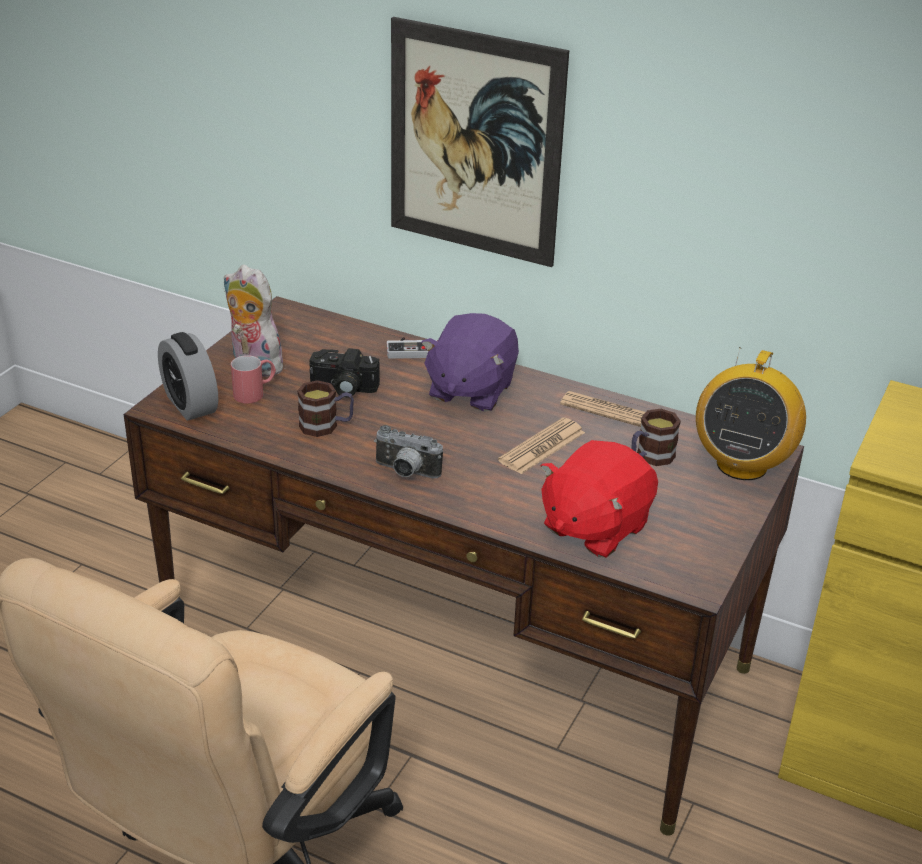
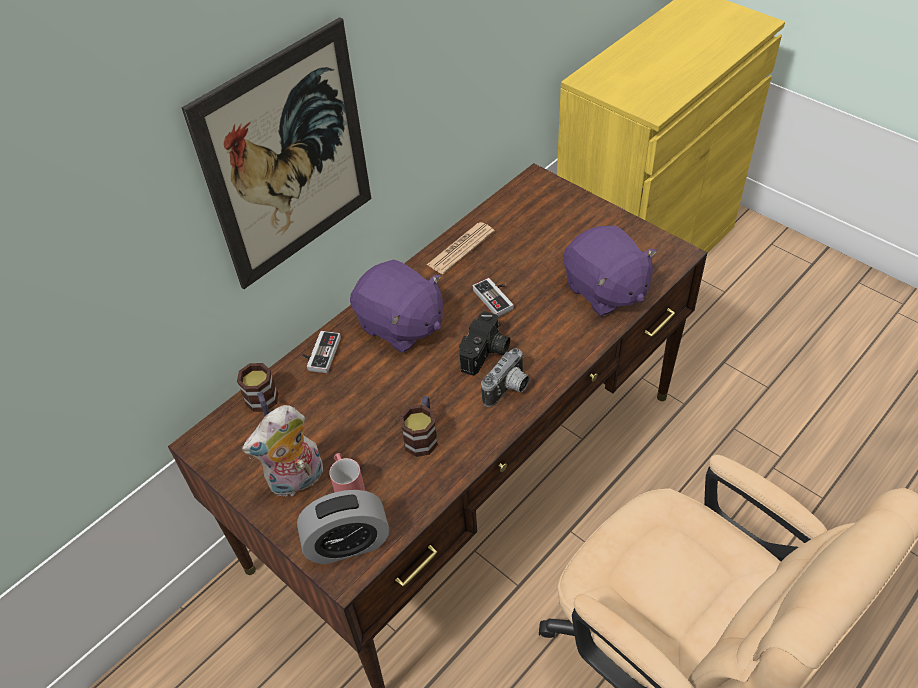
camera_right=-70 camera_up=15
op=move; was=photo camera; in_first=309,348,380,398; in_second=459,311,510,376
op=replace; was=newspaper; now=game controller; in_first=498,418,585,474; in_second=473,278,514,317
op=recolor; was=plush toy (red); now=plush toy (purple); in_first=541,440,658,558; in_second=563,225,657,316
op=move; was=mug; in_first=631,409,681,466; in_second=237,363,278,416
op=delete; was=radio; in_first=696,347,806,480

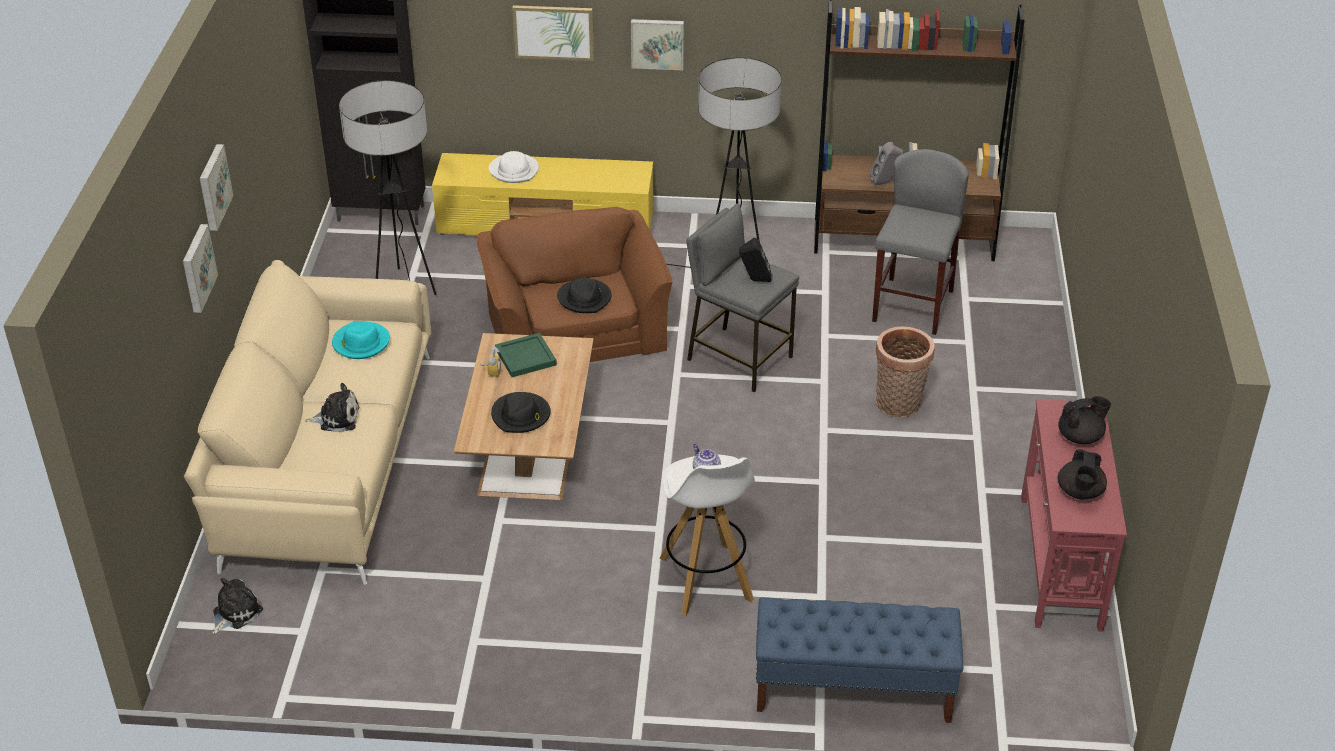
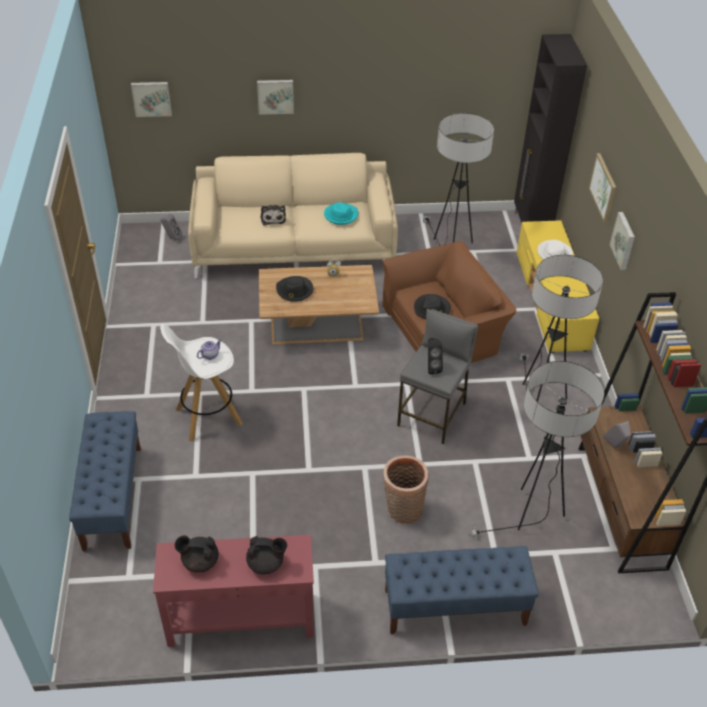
camera_right=80 camera_up=5
op=move; was=picture; in_first=200,144,233,231; in_second=131,82,172,117
op=replace; was=plush toy; now=speaker (grey); in_first=212,578,263,634; in_second=160,213,182,241
op=delete; was=tray (green); in_first=495,333,557,377
op=replace; was=stool (grey); now=floor lamp; in_first=872,149,969,335; in_second=469,361,604,540
op=rotate; was=teapot (black); in_first=1058,396,1111,444; in_second=246,536,287,574; clockwise=-60
op=insert; now=bench (blue); in_second=385,546,539,634

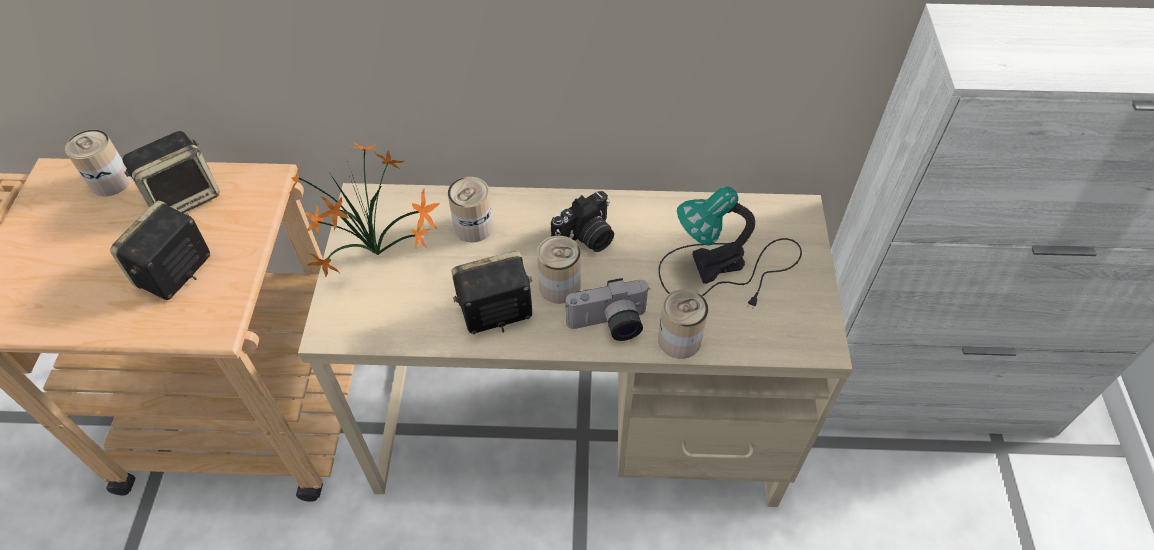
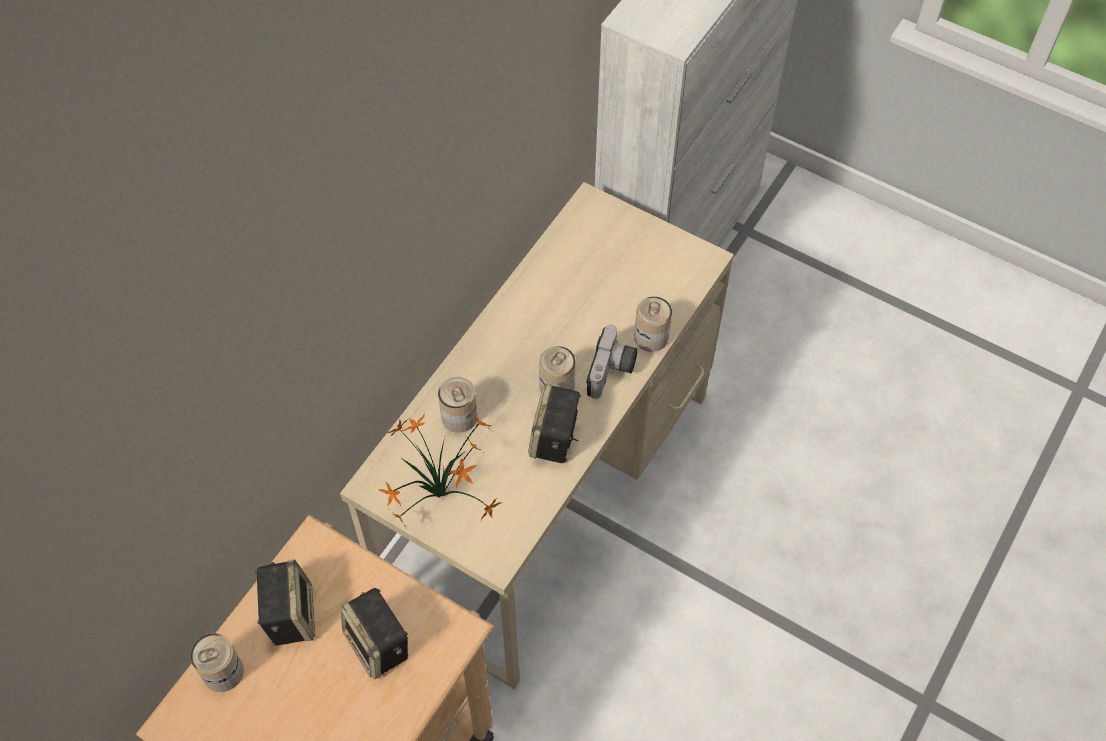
camera_right=-60 camera_up=5
op=delete; was=photo camera; in_first=551,191,614,252
op=delete; was=table lamp; in_first=659,186,802,310

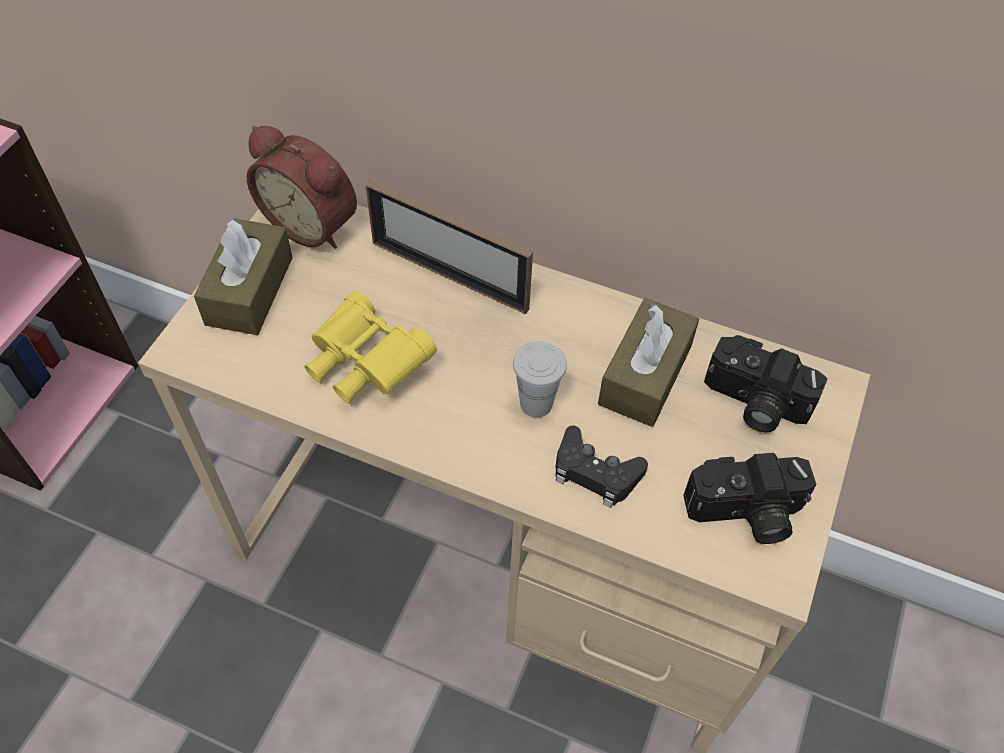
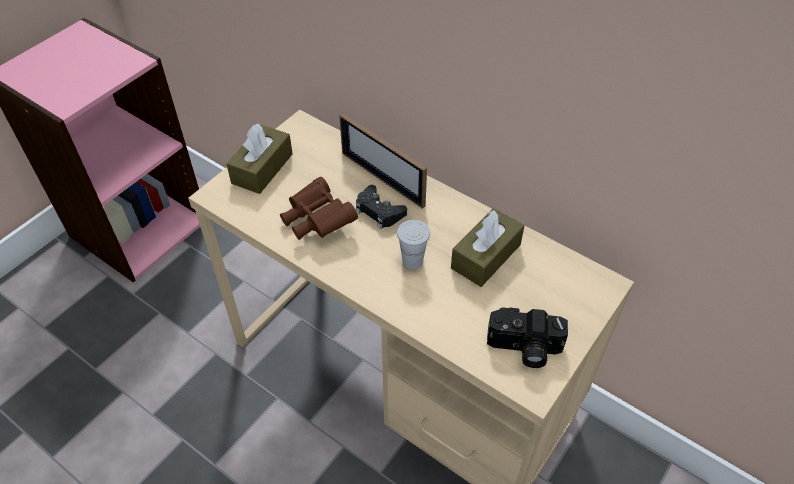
camera_right=15 camera_up=-5
op=delete; was=alarm clock; in_first=246,125,357,249
op=recolor; was=binoculars (yellow); now=binoculars (brown); in_first=304,291,437,404; in_second=280,177,358,240
op=move; was=game controller (black); in_first=555,426,648,508; in_second=356,185,407,229
op=delete; was=photo camera; in_first=704,335,828,432

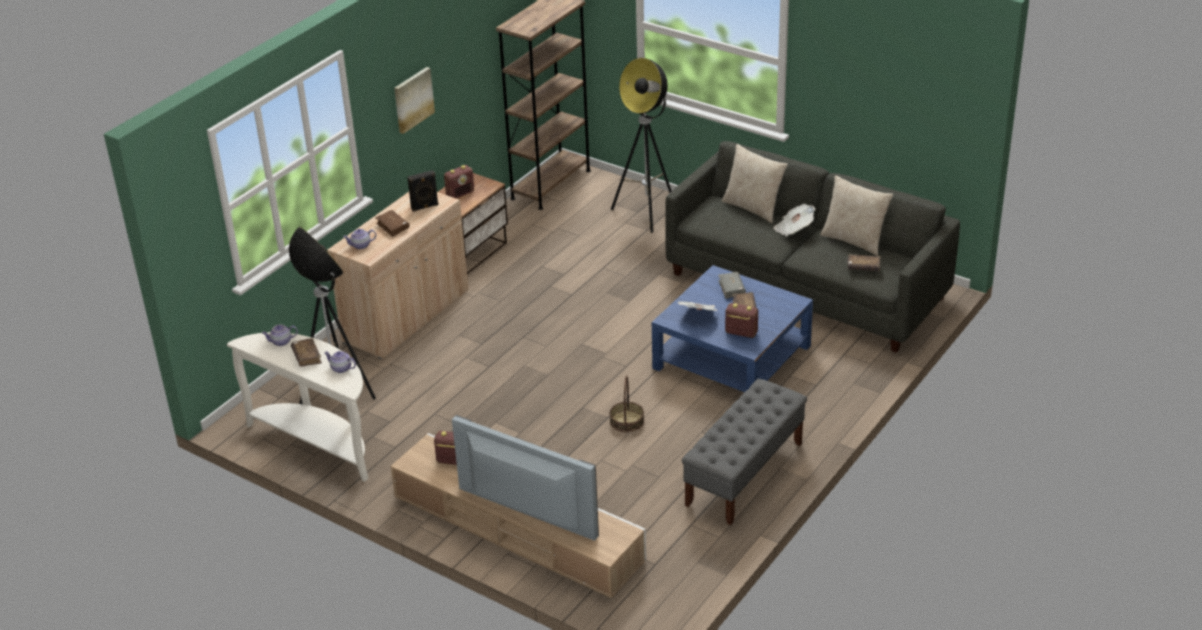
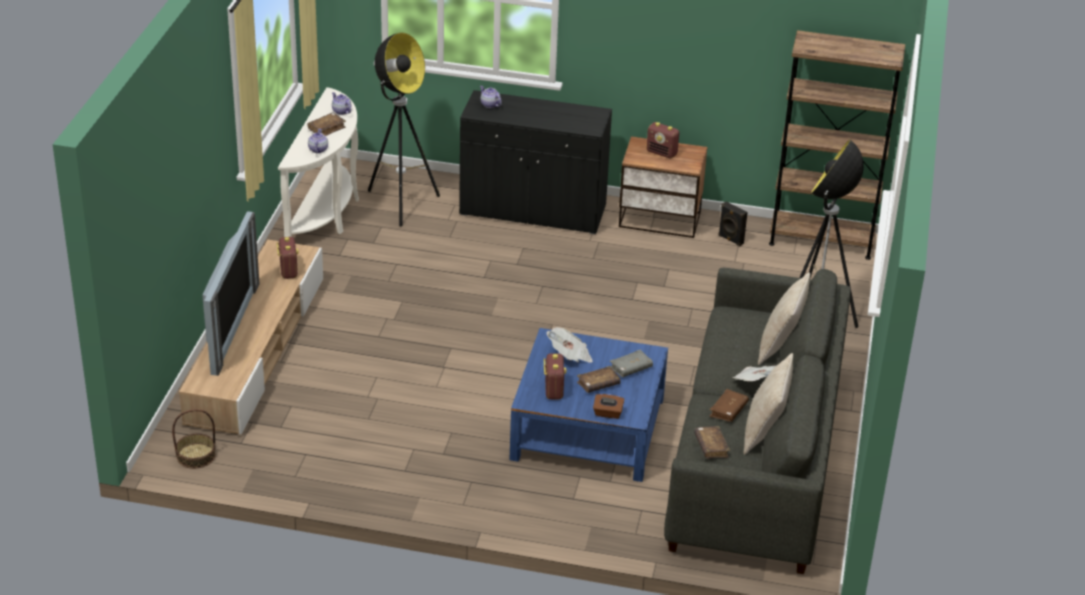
camera_right=65 camera_up=0
op=recolor; was=cabinet (beige); now=cabinet (black); in_first=327,192,468,359; in_second=459,90,612,234
op=move; was=book (brown); in_first=375,210,410,237; in_second=710,389,749,422
op=delete; was=picture; in_first=394,67,435,134
op=move; was=speaker (black); in_first=407,170,439,212; in_second=718,201,747,246
op=move; was=basket; in_first=610,376,644,433; in_second=172,409,216,469
op=delete; was=bench (grey); in_first=682,379,807,525
op=insert; now=tissue box (brown); in_second=593,394,624,419

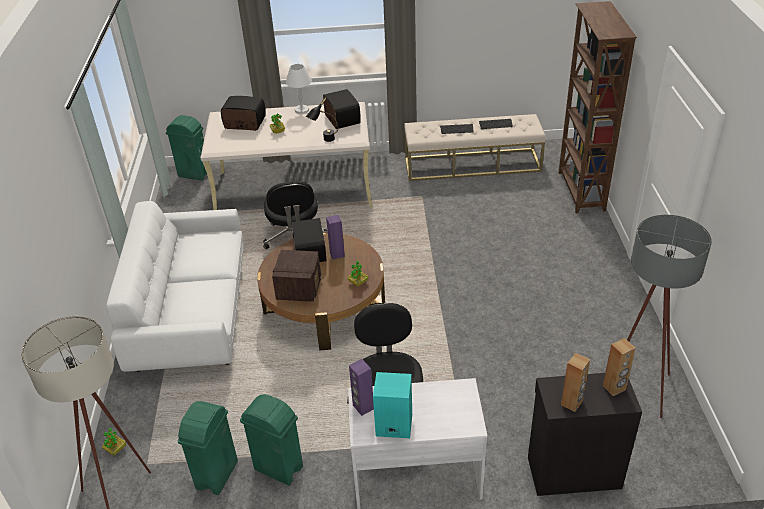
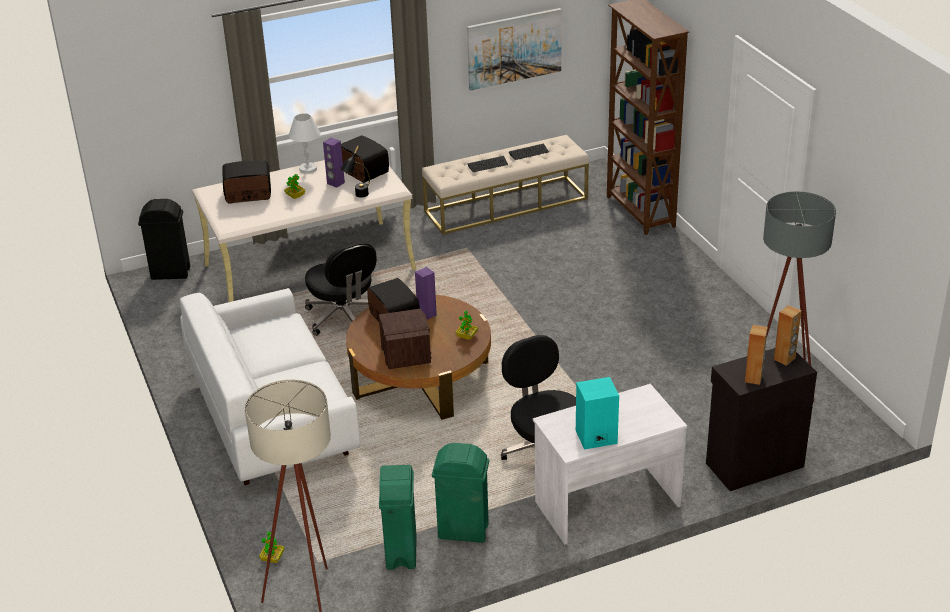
camera_right=-20 camera_up=-5
op=recolor; was=trash can (green); now=trash can (black); in_first=166,115,207,181; in_second=138,199,190,280
op=move; was=speaker (purple); in_first=349,359,374,416; in_second=323,138,345,188
op=insert; now=picture; in_second=467,8,562,90

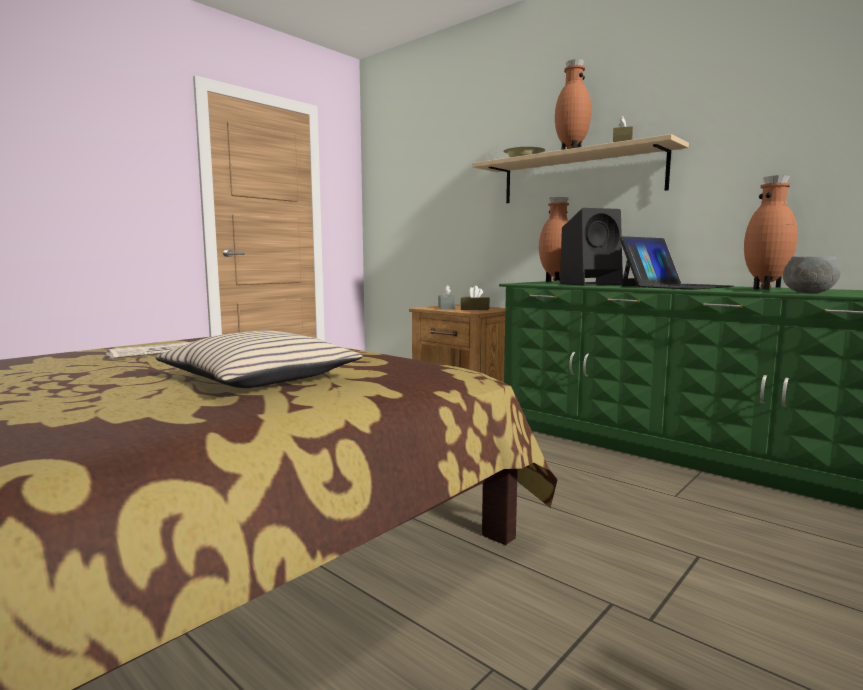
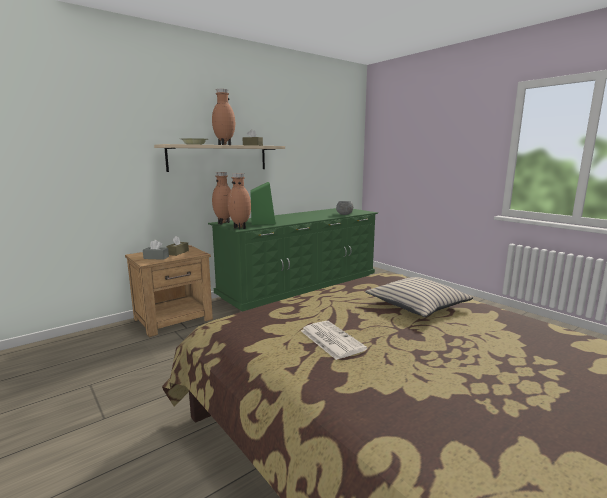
camera_right=-80 camera_up=5
op=recolor; was=speaker (black); now=speaker (green); in_first=560,208,623,286; in_second=250,182,276,225
op=delete; was=laptop; in_first=620,236,734,290
op=move; was=vase (brown); in_first=744,175,798,290; in_second=228,173,251,229

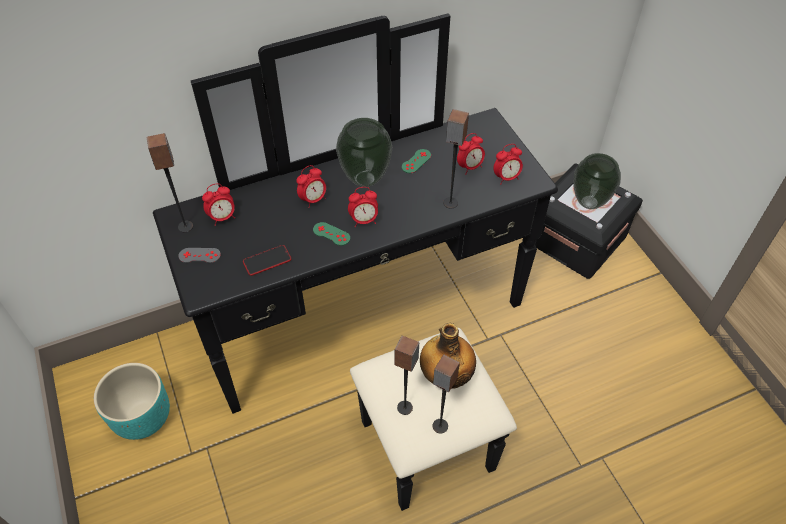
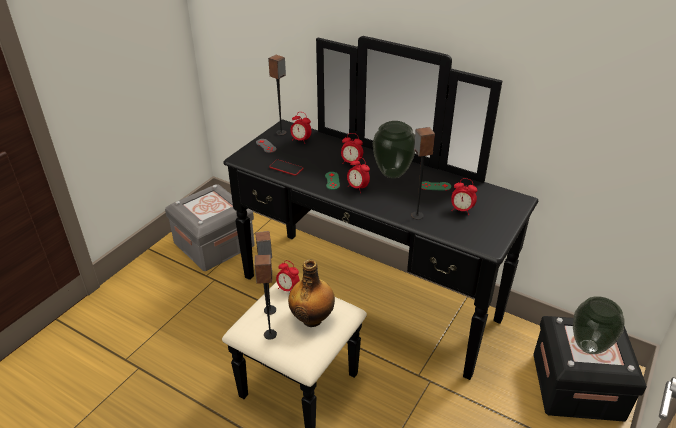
camera_right=55 camera_up=-15
op=replace; was=planter (turquoise); now=storage box (grey); in_first=94,363,170,440; in_second=165,184,255,271
op=move; was=alarm clock; in_first=493,144,523,185; in_second=276,260,300,291

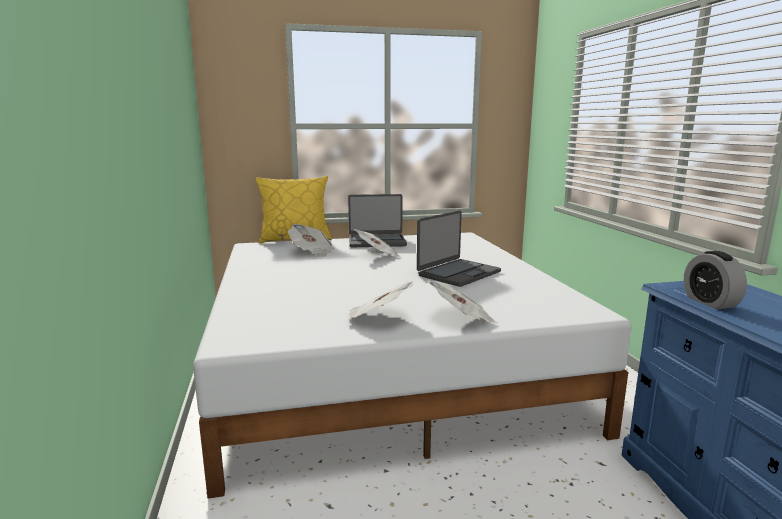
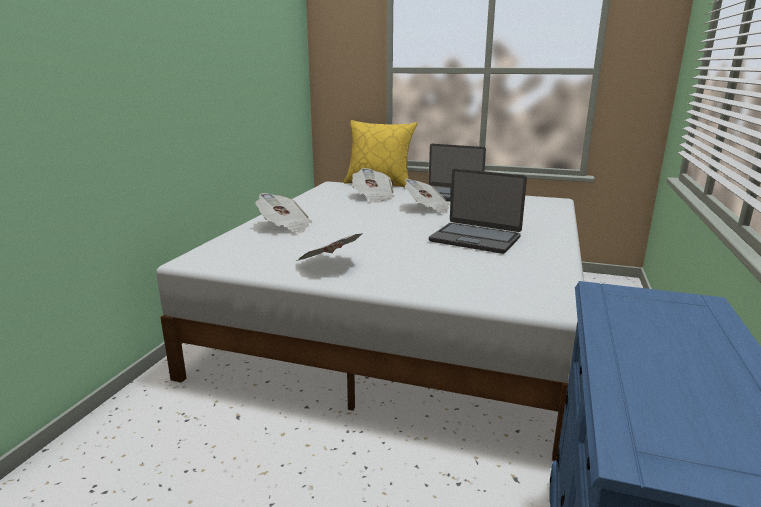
camera_right=30 camera_up=5
op=rotate; was=laptop; in_first=417,211,501,287; in_second=429,169,527,254; clockwise=45
op=move; was=newspaper; in_first=427,281,498,324; in_second=255,193,312,233
op=delete; was=alarm clock; in_first=684,251,747,309

